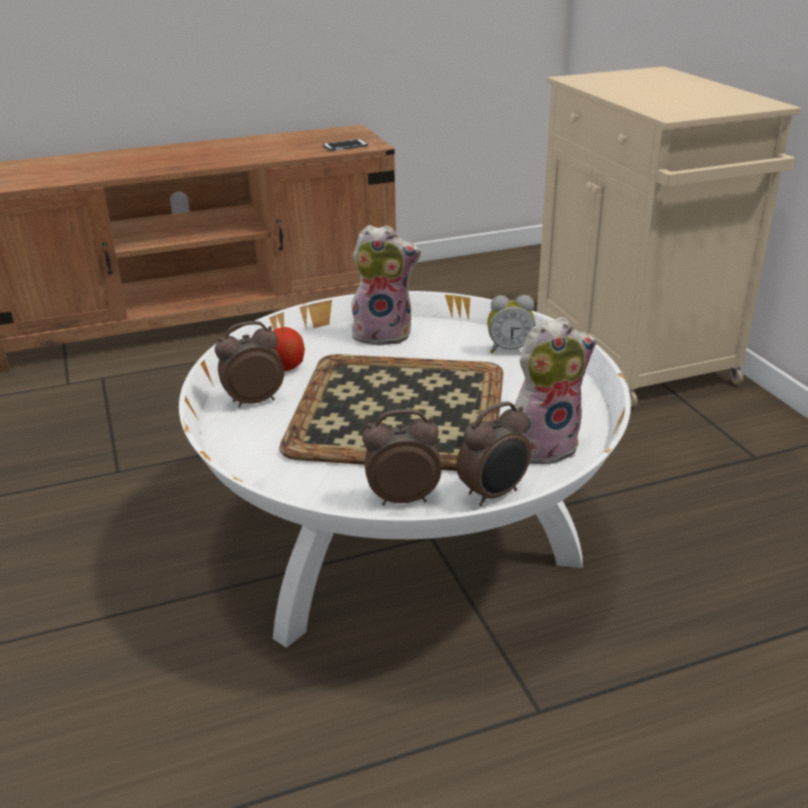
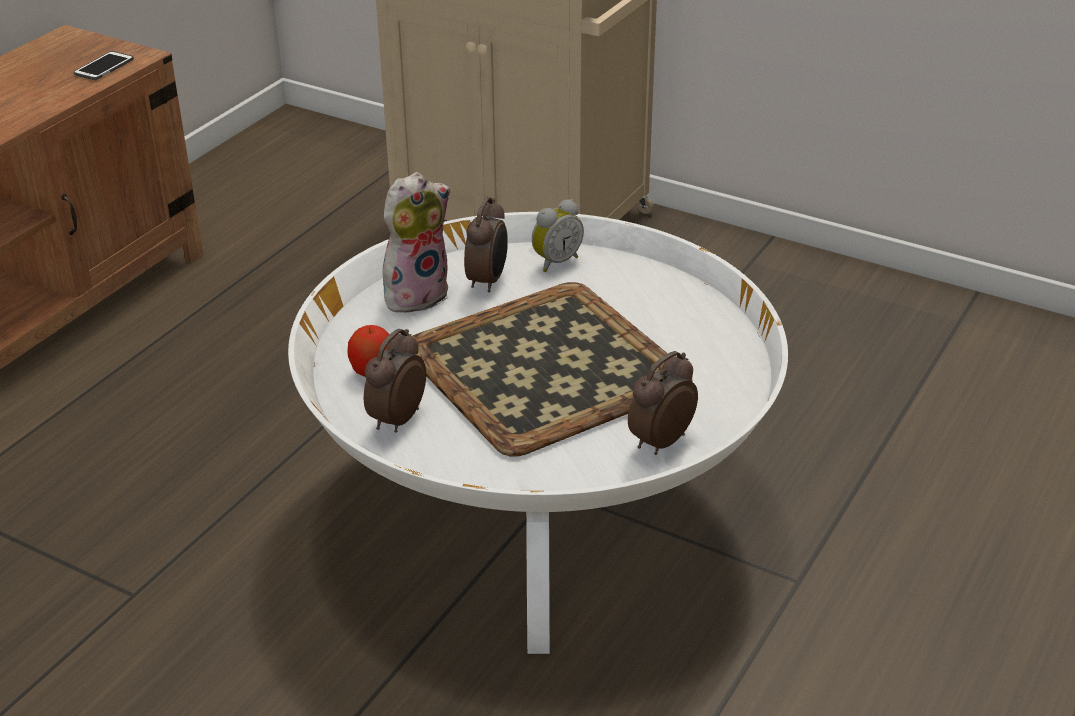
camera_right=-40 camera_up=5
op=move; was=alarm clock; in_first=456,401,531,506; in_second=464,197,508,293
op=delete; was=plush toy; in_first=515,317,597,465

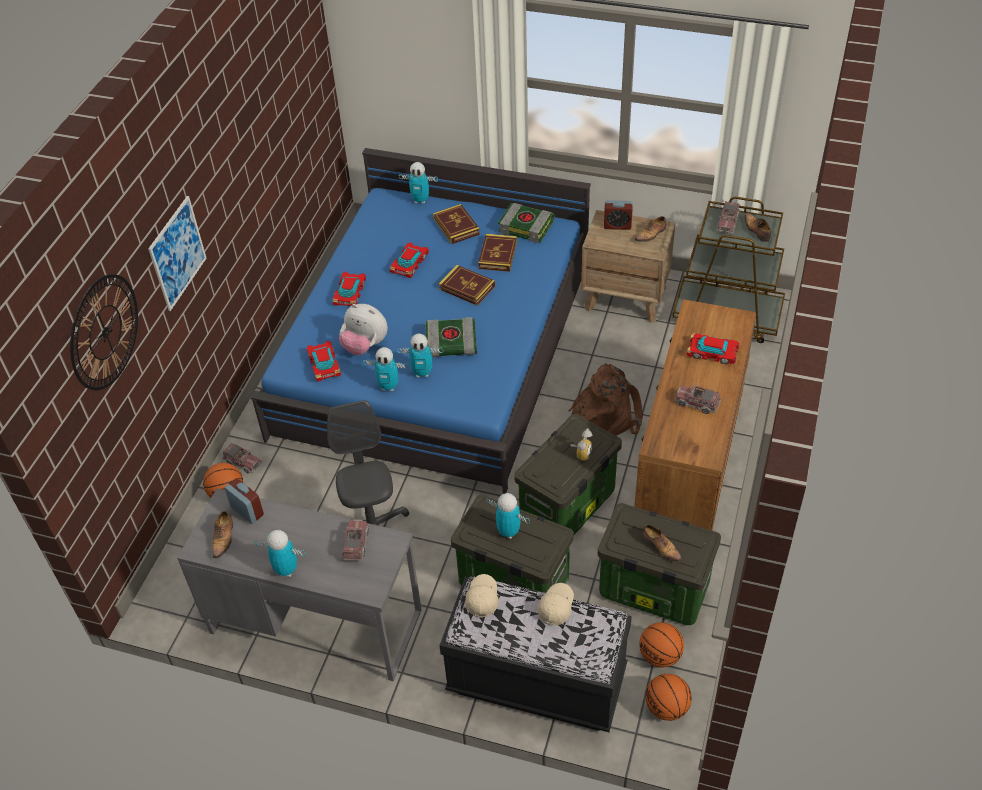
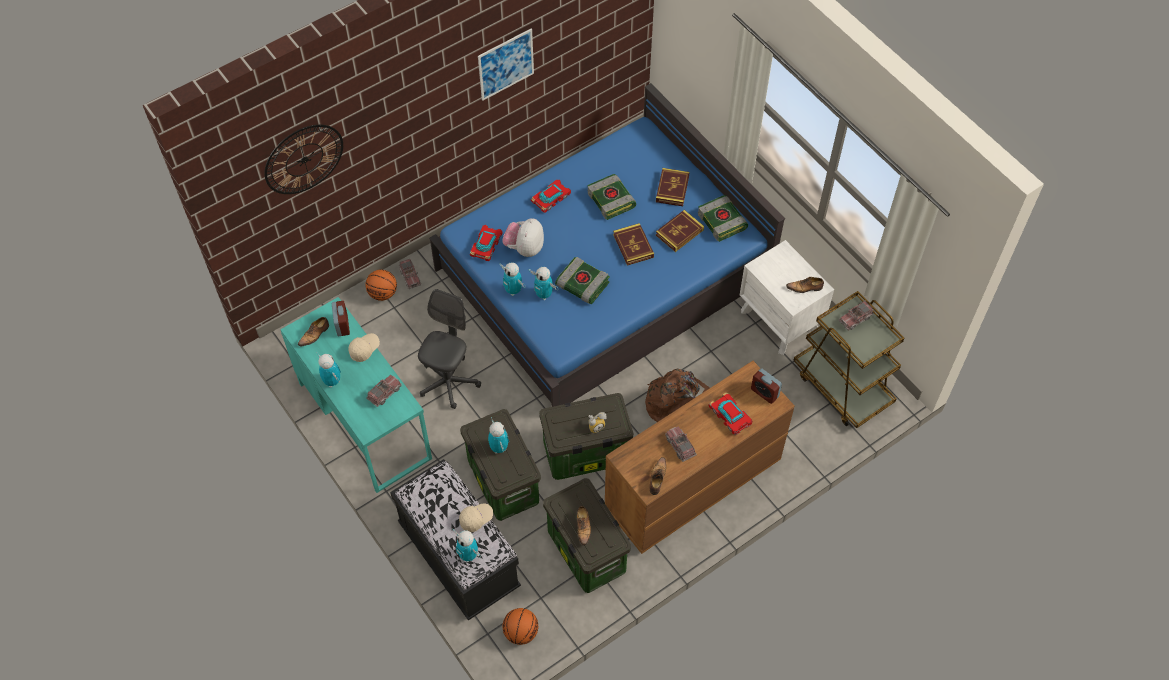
camera_right=35 camera_up=10
op=move; was=picture; in_first=148,196,206,311; in_second=478,29,534,101
op=recolor; was=desk (grey); now=desk (turquoise); in_first=177,488,421,681; in_second=280,297,432,493
op=rotate; was=plush toy; in_first=339,304,388,355; in_second=502,218,544,257; clockwise=45
op=replace; was=toy car; now=book; in_first=390,242,429,278; in_second=588,174,636,220
op=move; was=toy robot; in_first=399,162,438,204; in_second=452,528,481,562
op=move; was=cap (beige); in_first=465,574,498,618; in_second=348,333,380,362
op=recolor; was=nightstand (brown); now=nightstand (white); in_first=581,210,675,323; in_second=740,240,834,355
op=move; was=alarm clock; in_first=604,200,633,230; in_second=751,368,782,404
op=delete; was=basketball; in_first=639,622,684,668
op=move; was=shoe; in_first=745,213,771,242; in_second=650,457,666,495

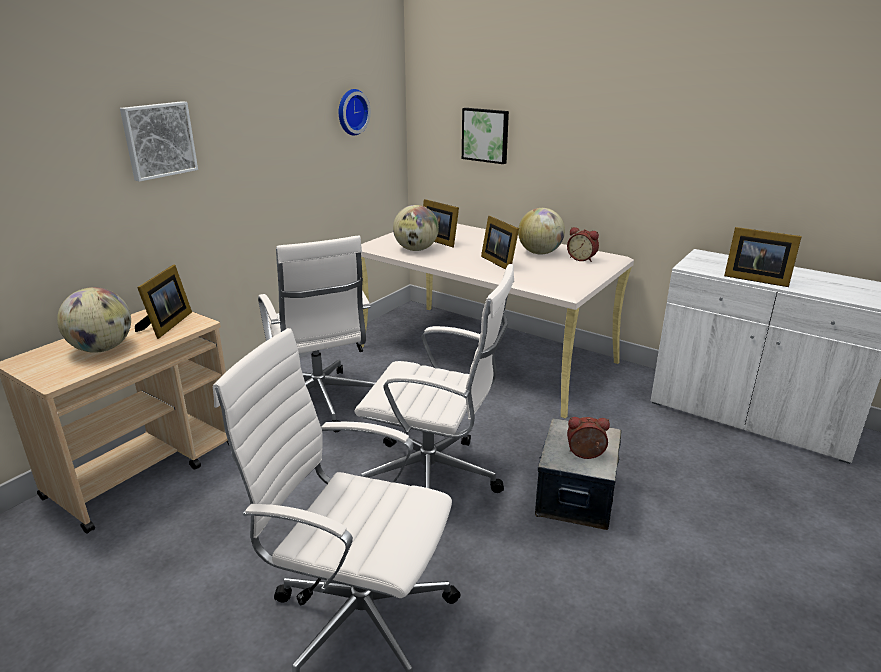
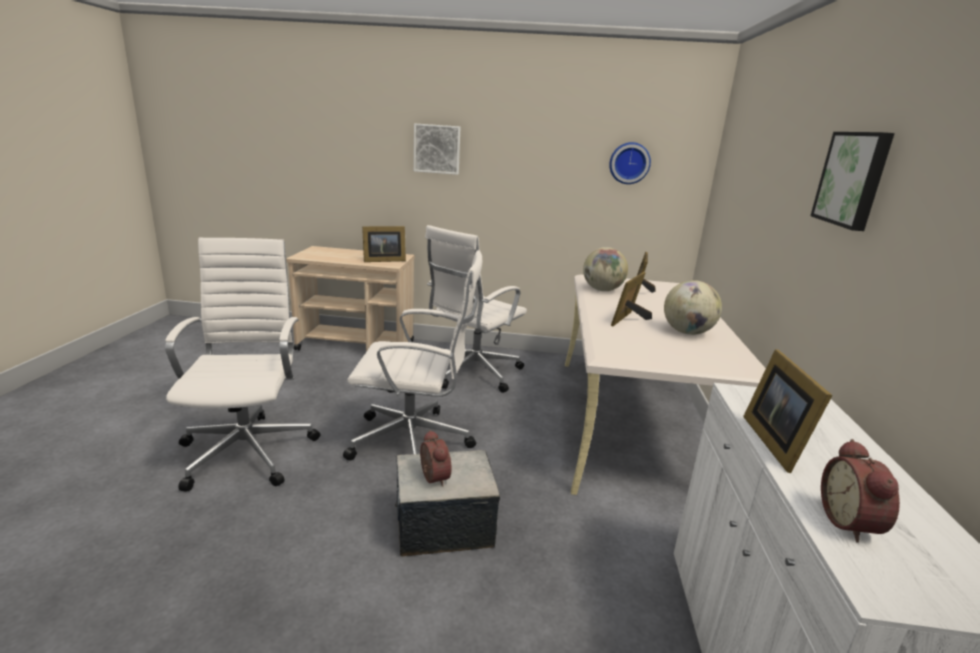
camera_right=60 camera_up=-5
op=delete; was=globe; in_first=57,287,131,353
op=rotate; was=office chair (white); in_first=355,264,514,493; in_second=343,250,482,461; clockwise=-75
op=move; was=picture; in_first=462,108,509,164; in_second=811,132,895,231
op=move; was=alarm clock; in_first=567,227,599,262; in_second=821,439,900,543

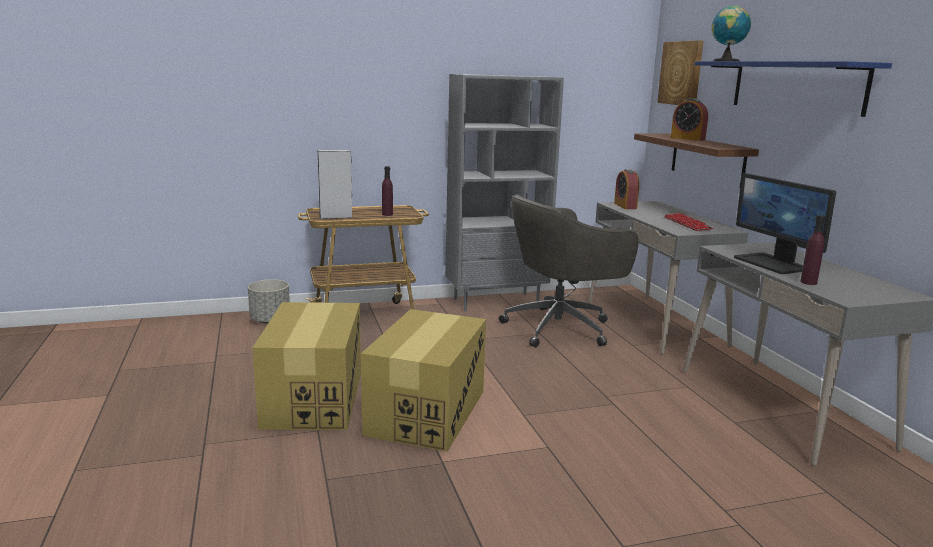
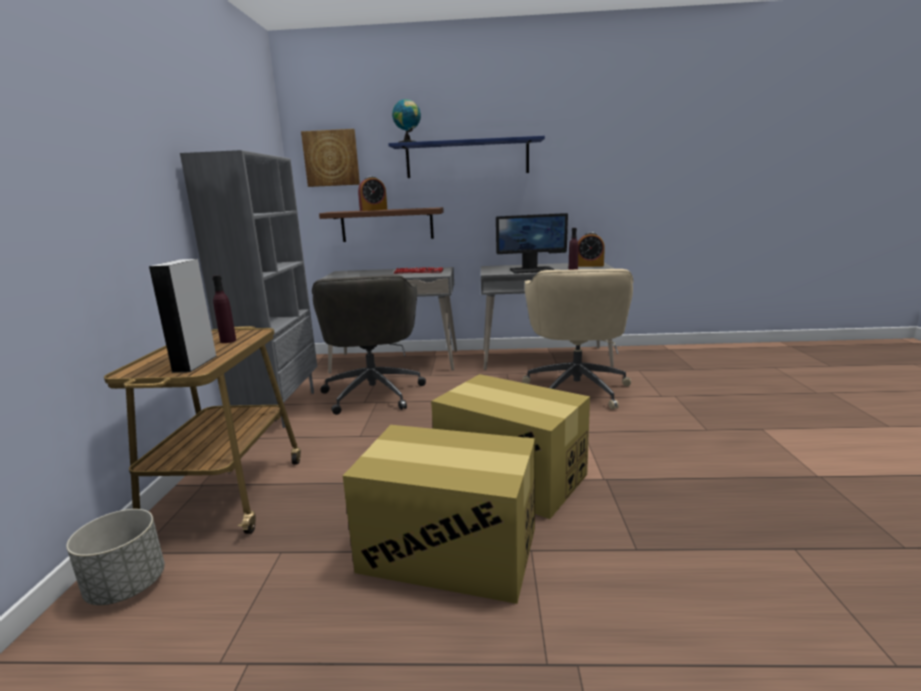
camera_right=-70 camera_up=0
op=move; was=alarm clock; in_first=614,169,639,209; in_second=578,232,605,267
op=insert; now=office chair (beige); in_second=522,269,633,409

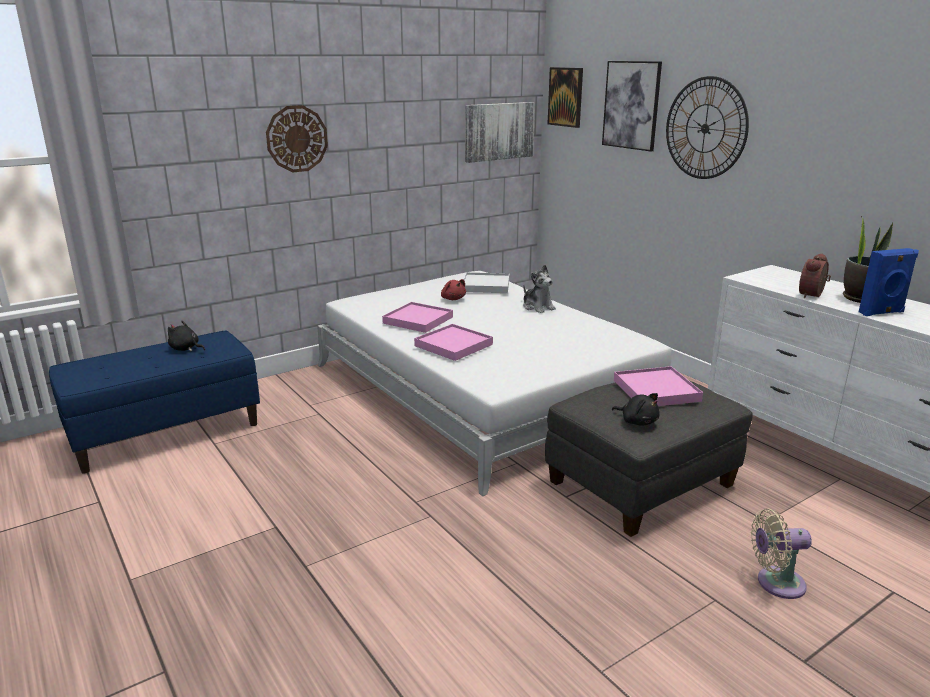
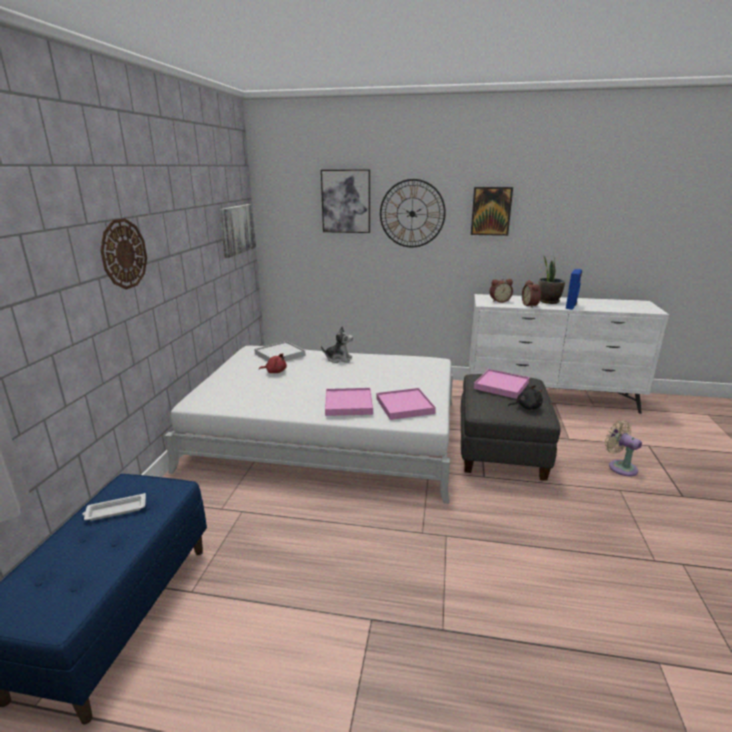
camera_right=-45 camera_up=0
op=replace; was=plush toy (black); now=tray (white); in_first=168,321,205,351; in_second=82,493,146,521
op=move; was=tray (pink); in_first=382,302,453,333; in_second=377,388,436,420
op=move; was=picture; in_first=548,67,583,128; in_second=471,187,513,236
op=rotate; was=fan (beige); in_first=751,508,812,599; in_second=605,420,642,476; clockwise=105
op=insert; now=alarm clock; in_second=490,279,513,303

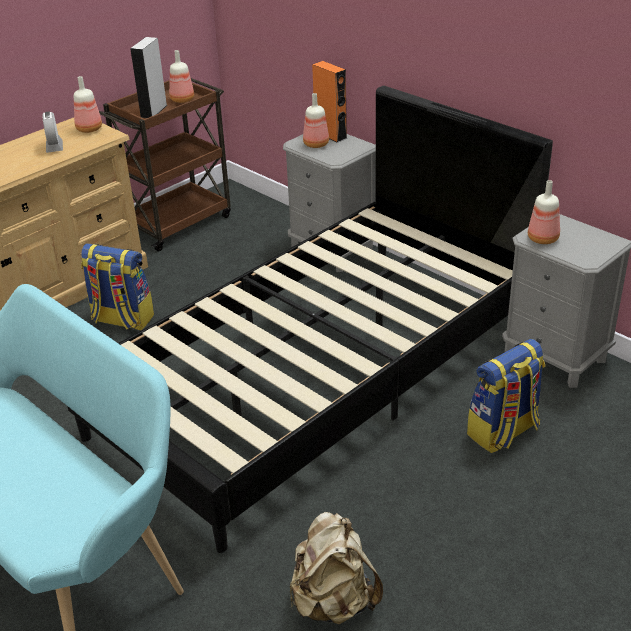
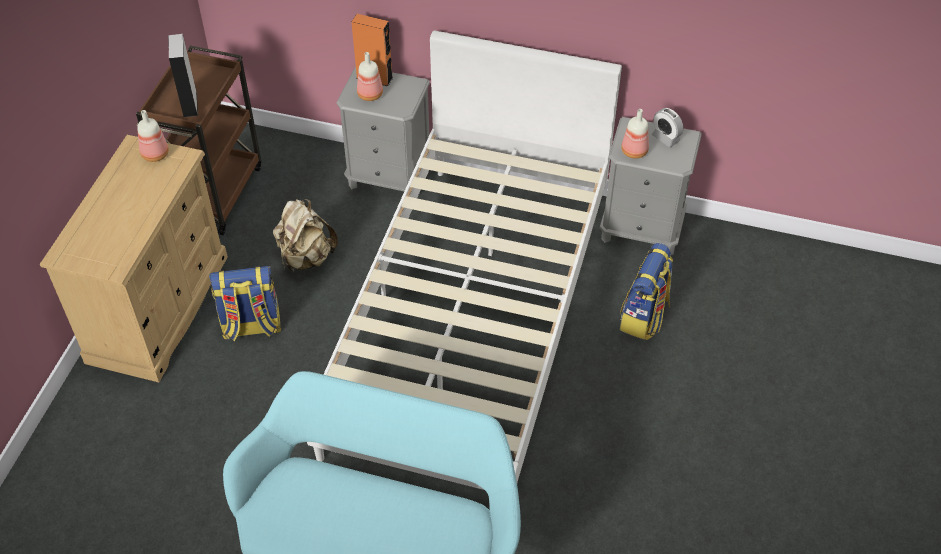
camera_right=-30 camera_up=15
op=move; was=alarm clock; in_first=42,112,63,153; in_second=652,108,683,147
op=recolor; was=bed (black); now=bed (white); in_first=67,86,553,553; in_second=307,30,622,490
op=delete; was=bottle; in_first=169,50,194,103
op=move; was=backpack (beige); in_first=290,512,383,625; in_second=273,199,338,272

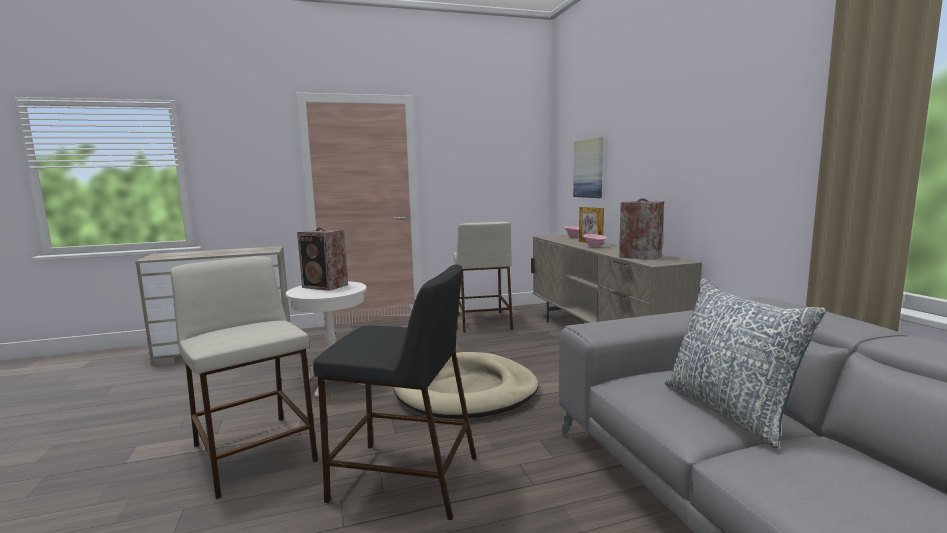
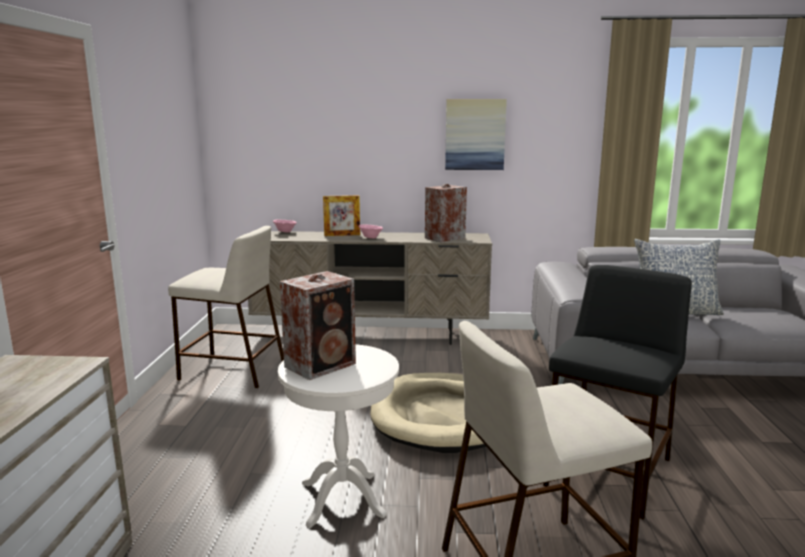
camera_right=-70 camera_up=5
op=move; was=picture; in_first=573,137,603,198; in_second=445,99,507,170

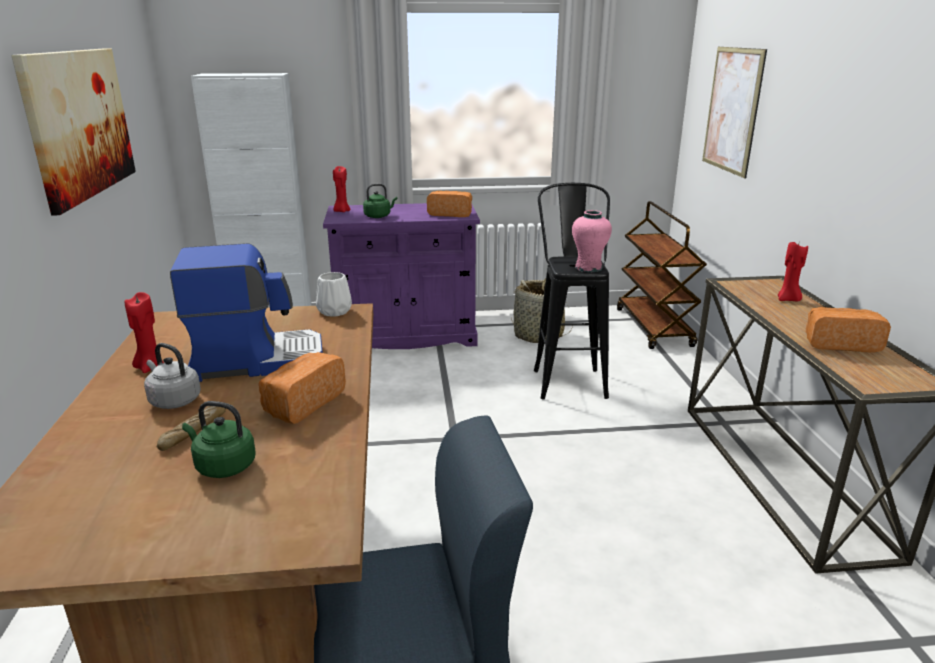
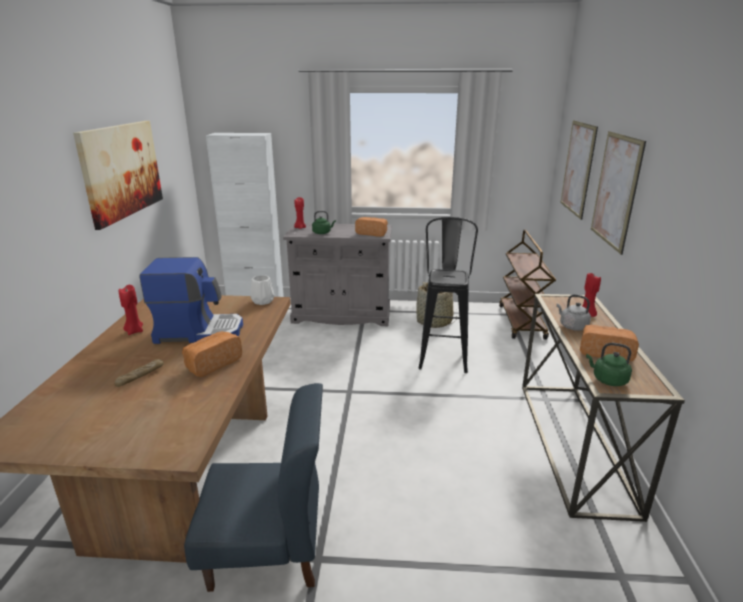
camera_right=10 camera_up=0
op=move; was=kettle (grey); in_first=144,343,201,409; in_second=556,294,591,331
op=move; was=kettle (green); in_first=182,401,256,478; in_second=586,343,632,386
op=recolor; was=cabinet (purple); now=cabinet (grey); in_first=323,203,480,349; in_second=283,223,392,326
op=delete; was=vase (pink); in_first=572,210,612,272
op=insert; now=picture; in_second=591,131,646,255

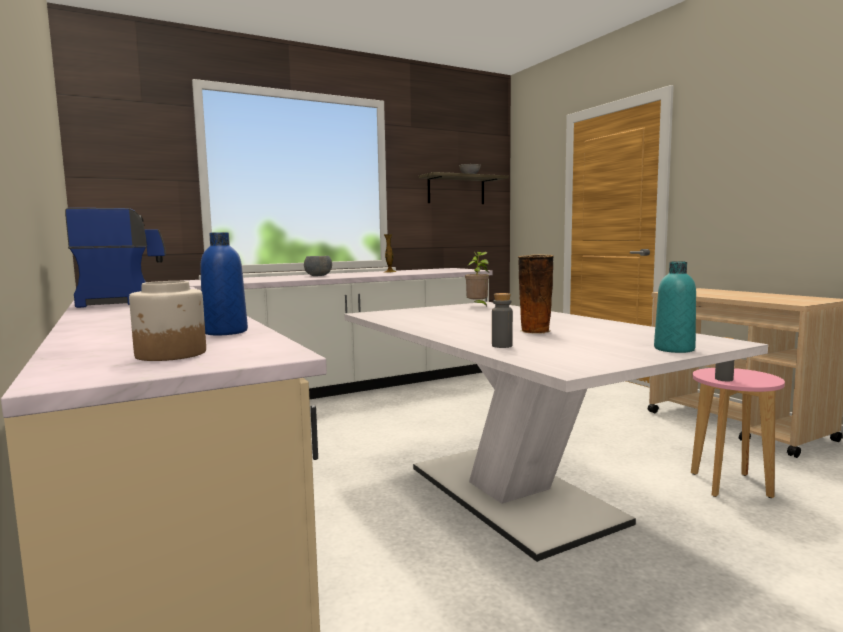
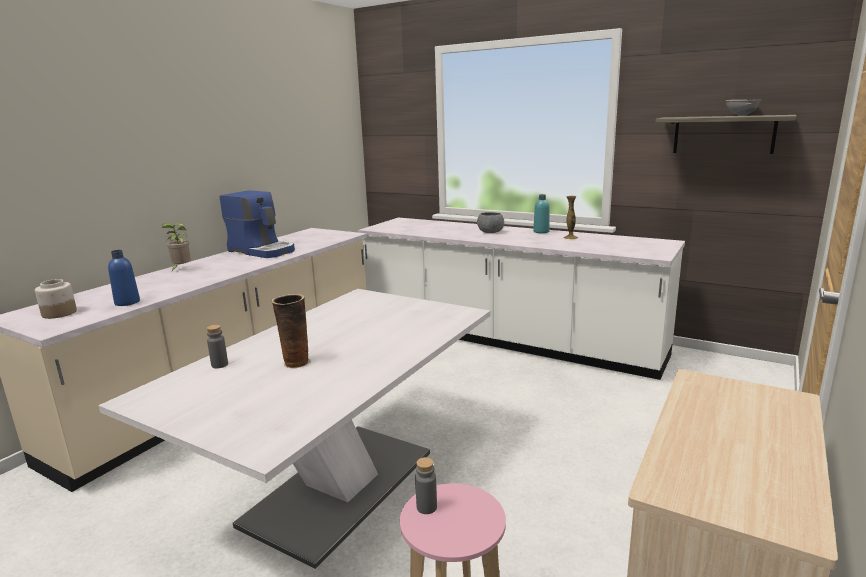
camera_right=60 camera_up=10
op=move; was=potted plant; in_first=465,252,489,307; in_second=161,223,191,272
op=move; was=bottle (turquoise); in_first=654,261,696,353; in_second=533,194,550,233

